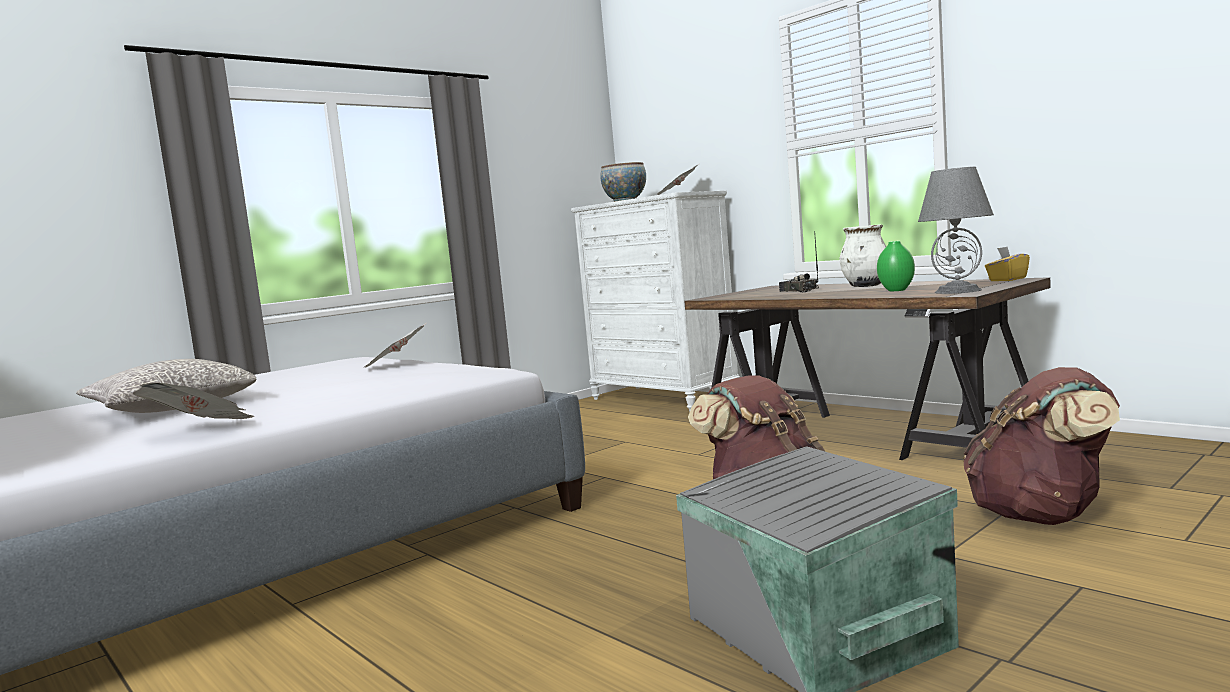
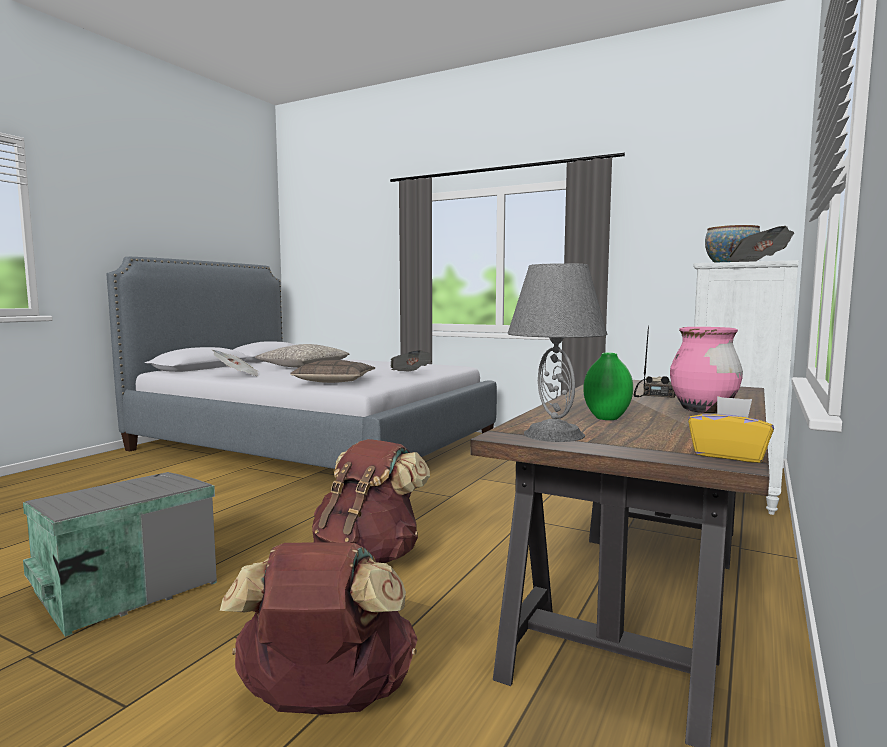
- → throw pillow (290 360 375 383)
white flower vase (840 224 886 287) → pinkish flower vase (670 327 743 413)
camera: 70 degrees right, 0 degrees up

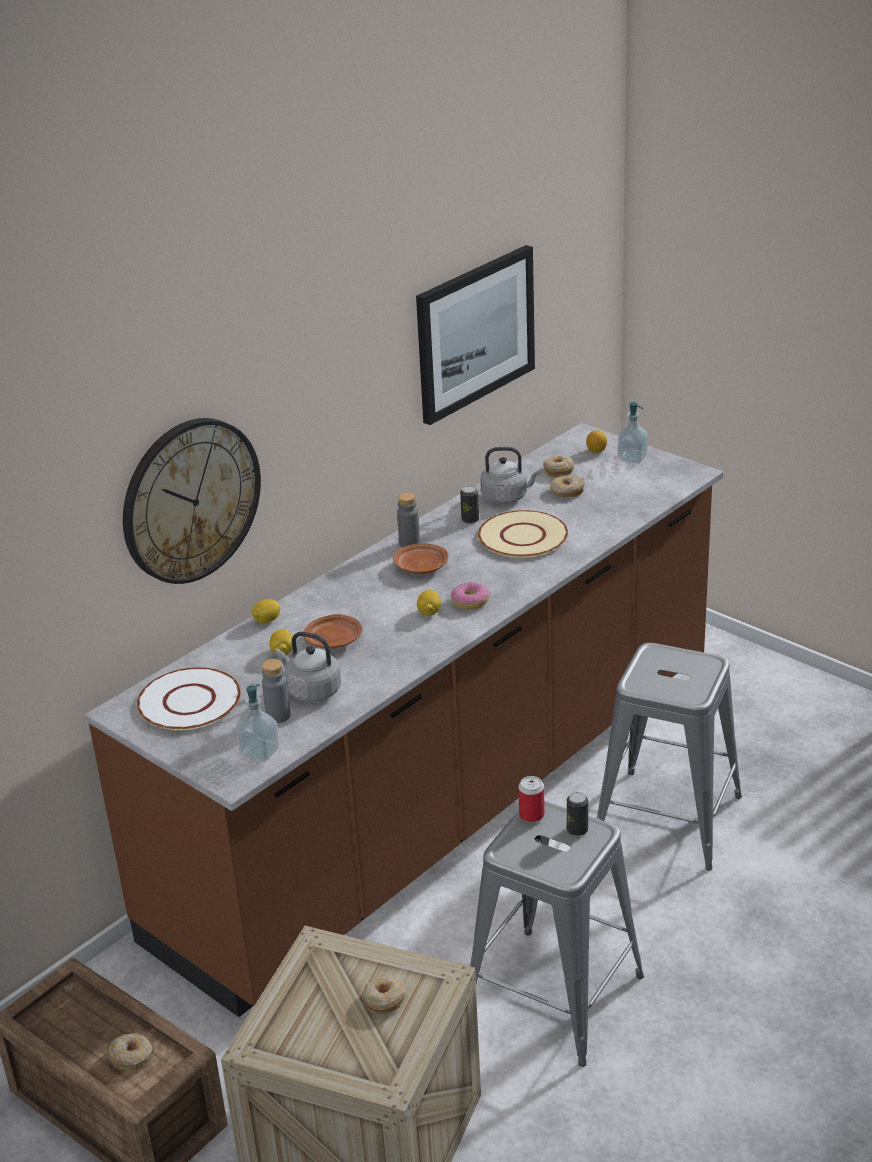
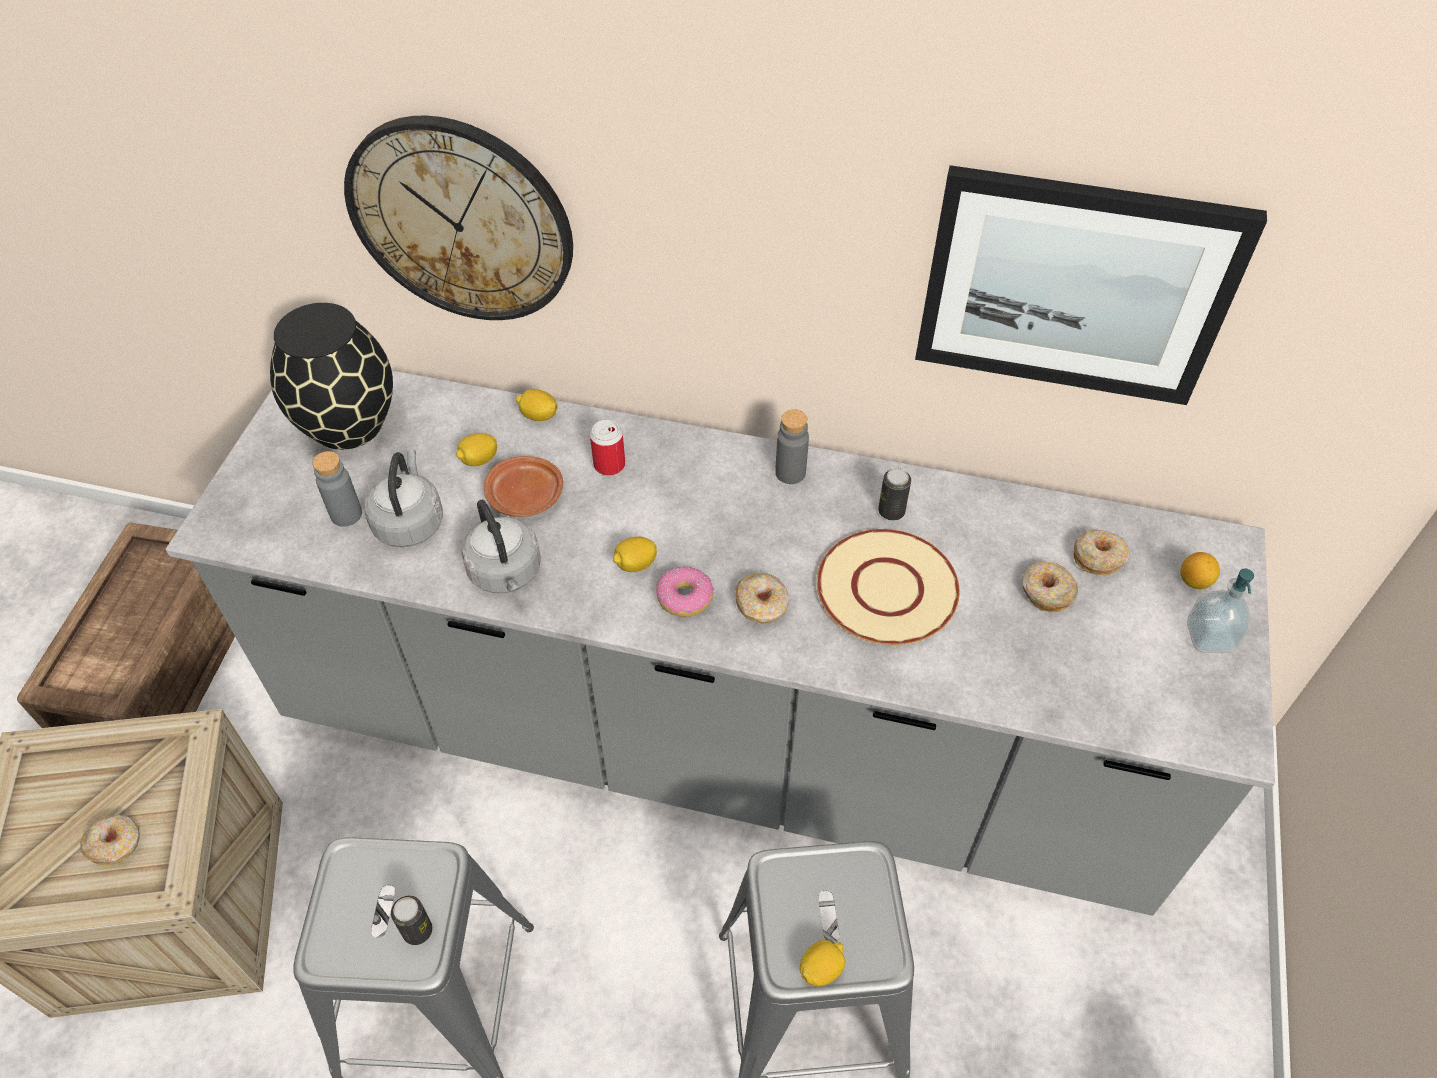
brown-coloured kitchen base unit (85 423 723 1017) → gray kitchen base unit (166 371 1275 916)
white plate (137 667 241 730) → black flower vase (270 303 393 450)
gray tea kettle (480 447 540 504) → gray tea kettle (461 500 541 593), relocated
metal can (518 776 545 822) → metal can (590 419 625 476), relocated
doughnut (107 1033 152 1071) → doughnut (735 572 789 623), relocated
- → citrus fruit (800 940 845 987)
liquid soap bottle (236 684 279 762) → -
brown-coloured plate (393 543 448 574) → -
camera: 60 degrees right, 20 degrees up

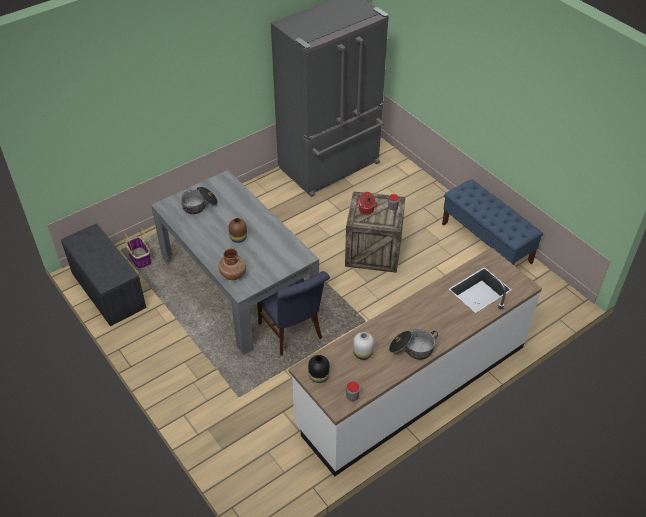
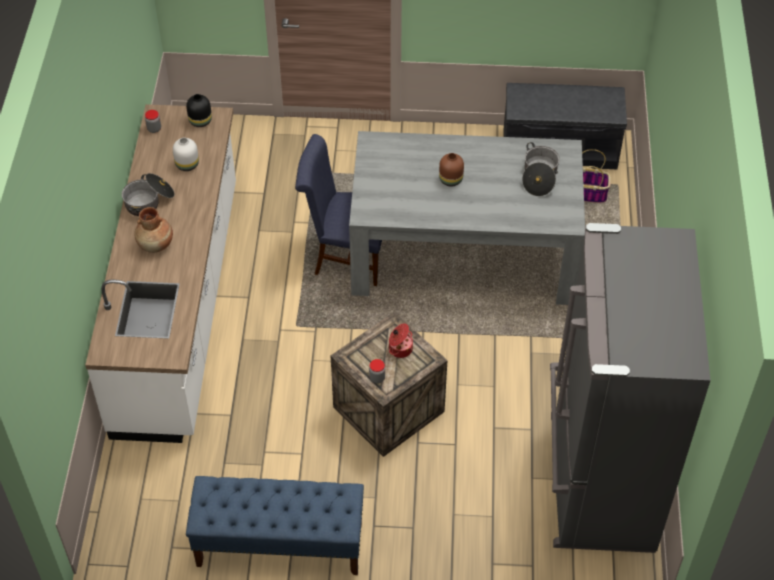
brown-coloured flower vase (219 248 246 280) → brown-coloured flower vase (134 207 173 253), relocated
camera: 130 degrees right, 5 degrees up

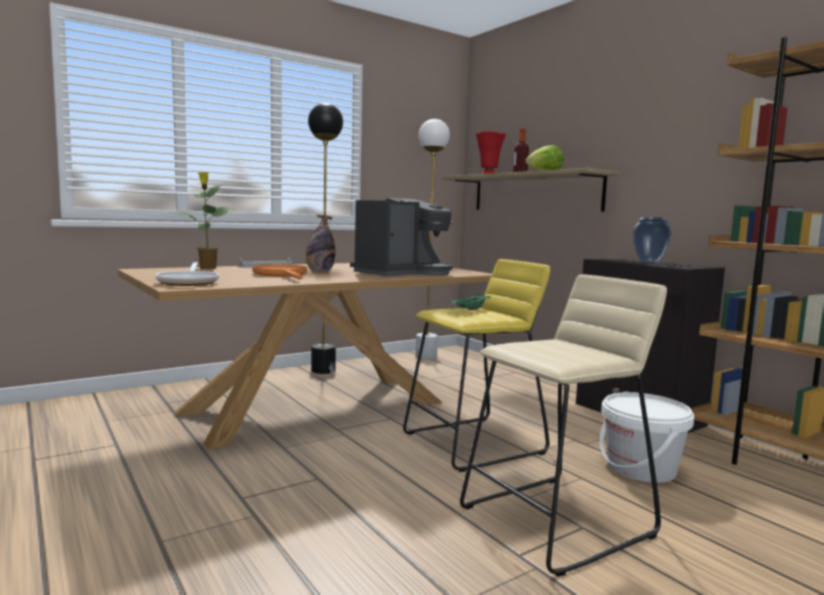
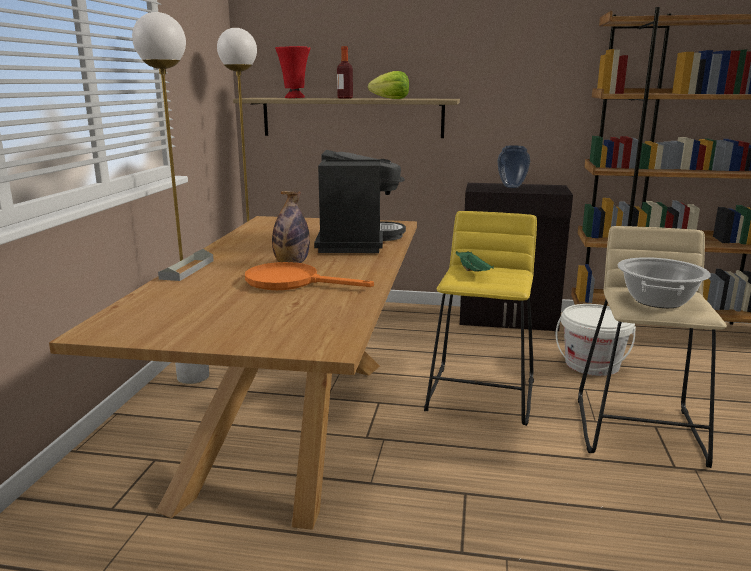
black standing lamp (308 103 343 374) → white standing lamp (132 12 209 384)
- → cooking pot (618 257 711 308)
pan (155 262 219 286) → -
houseplant (178 172 232 269) → -
camera: 45 degrees left, 10 degrees up

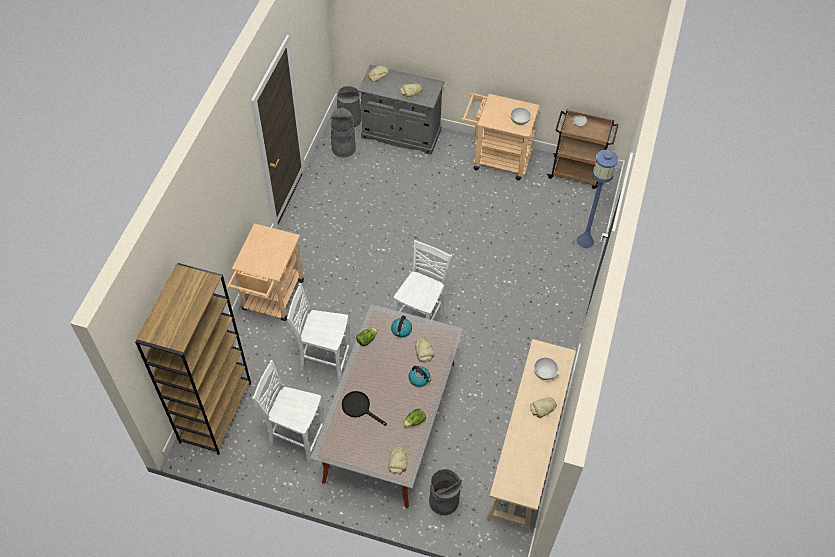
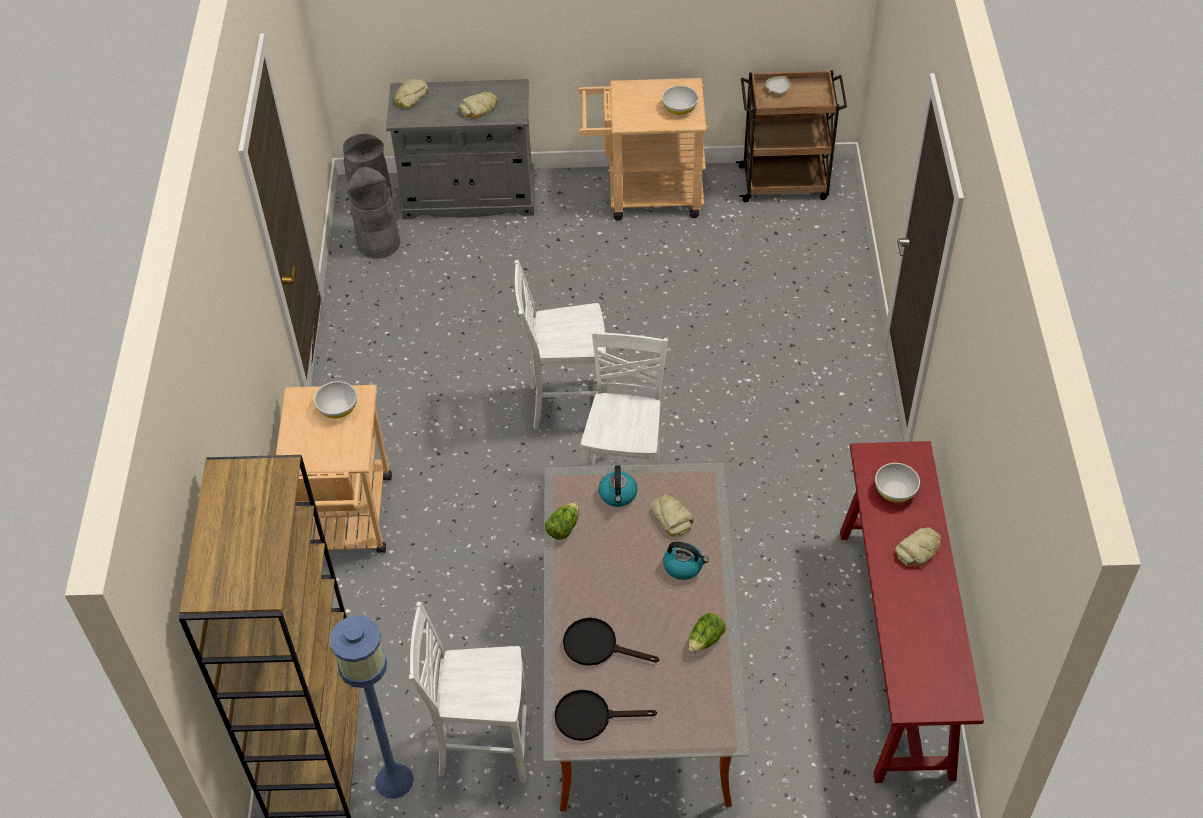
- → white deep dish (314 381 357 419)
blue-coloured standing lamp (577 150 618 248) → blue-coloured standing lamp (329 615 414 799), relocated
white chair (287 283 351 382) → white chair (515 260 607 429), relocated
- → black pan (555 690 657 741)
beige-coloured narrow table (486 339 576 533) → red narrow table (840 441 984 783)
bread (388 447 407 474) → -
gray rubbish bin (429 469 462 515) → -
camera: 15 degrees left, 5 degrees down

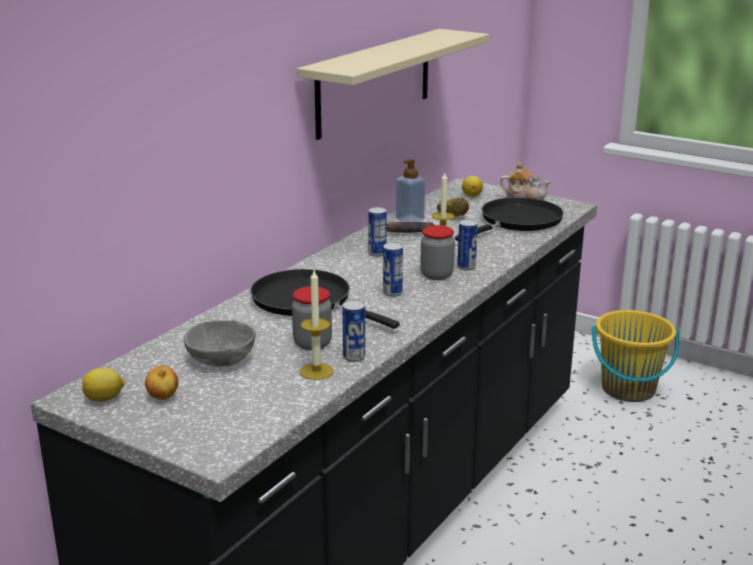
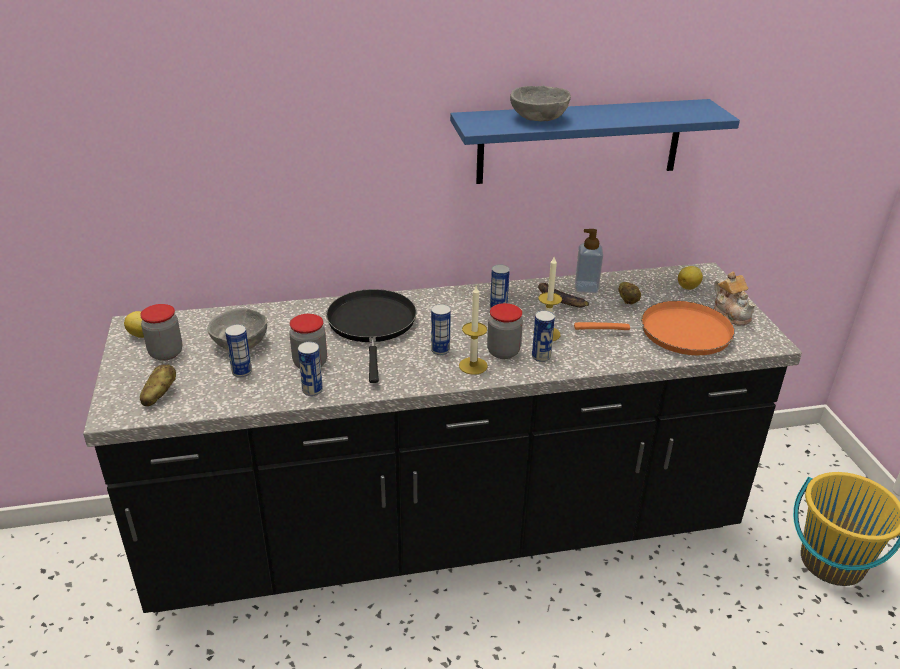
whole apple (145 365 178 400) → preserve jar (140 304 183 361)
- → whole potato (140 364 176 406)
- → metal can (225 324 252 378)
beige-coloured shelf (297 29 489 140) → blue-coloured shelf (450 99 740 184)
candle (300 270 334 380) → candle (459 285 488 375), relocated
- → gray deep dish (510 86 571 121)
black pan (455 197 564 241) → orange pan (574 301 735 355)
camera: 45 degrees right, 10 degrees up

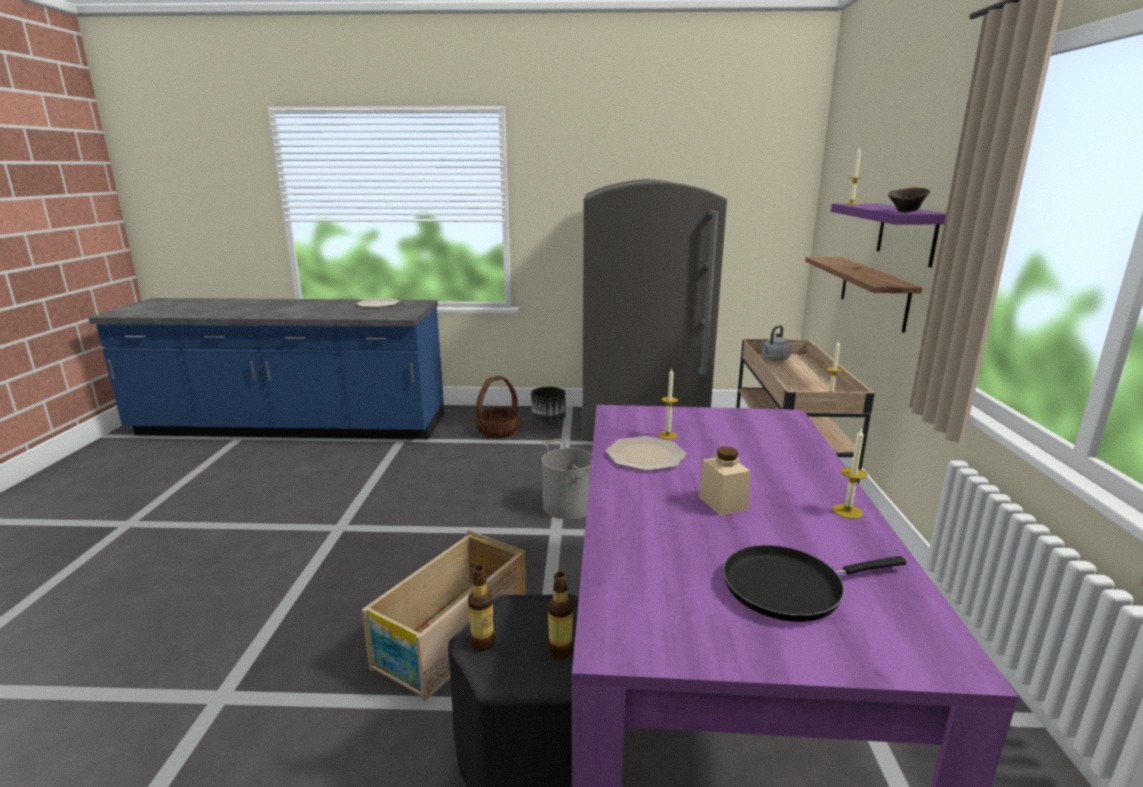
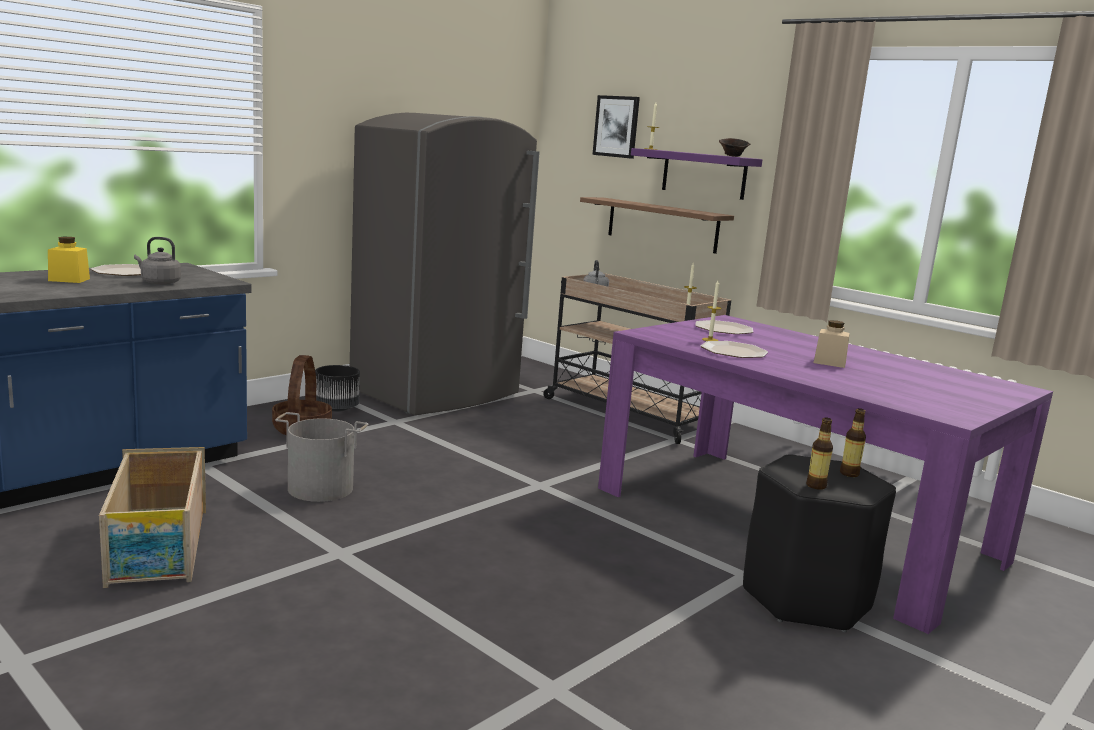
- → yellow-coloured preserve jar (48 237 90 283)
shipping crate (361 530 527 701) → shipping crate (99 447 206 588), relocated
- → gray tea kettle (134 237 181 285)
gray water bucket (542 439 592 519) → gray water bucket (275 412 368 502), relocated
- → wall picture (592 95 640 159)
- → plate (695 320 753 334)
black pan (723 545 906 622) → -
candle (833 427 867 519) → -
camera: 50 degrees left, 5 degrees down

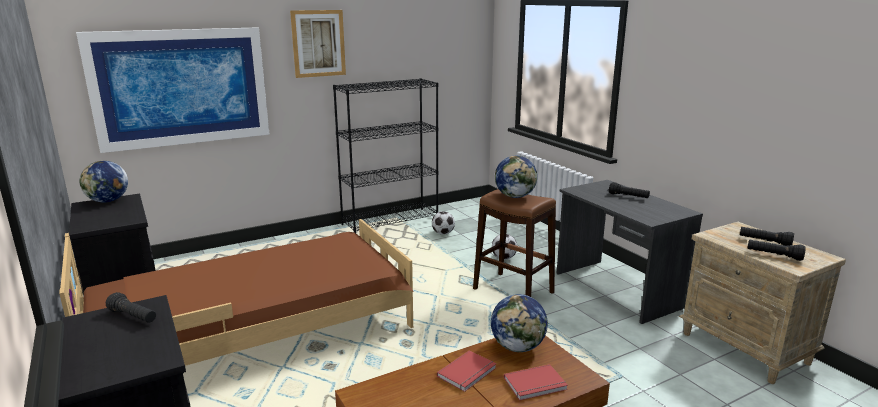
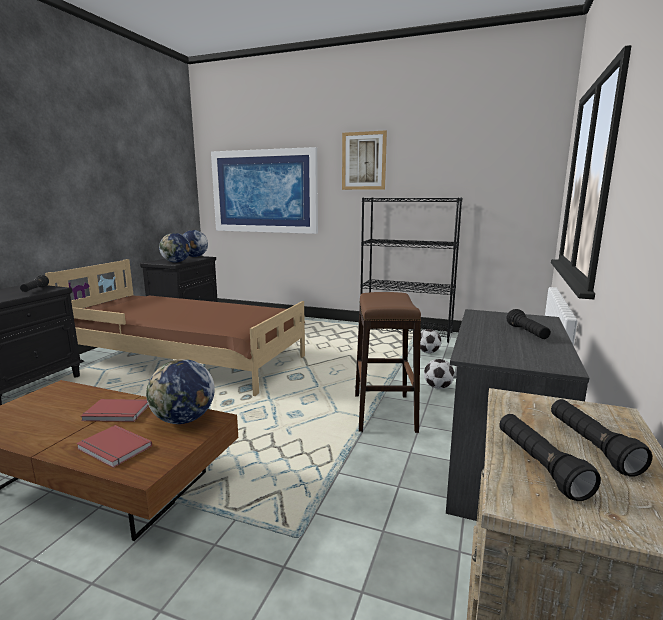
desk globe (495 156 537 198) → desk globe (159 233 191 263), relocated
camera: 50 degrees right, 5 degrees down

